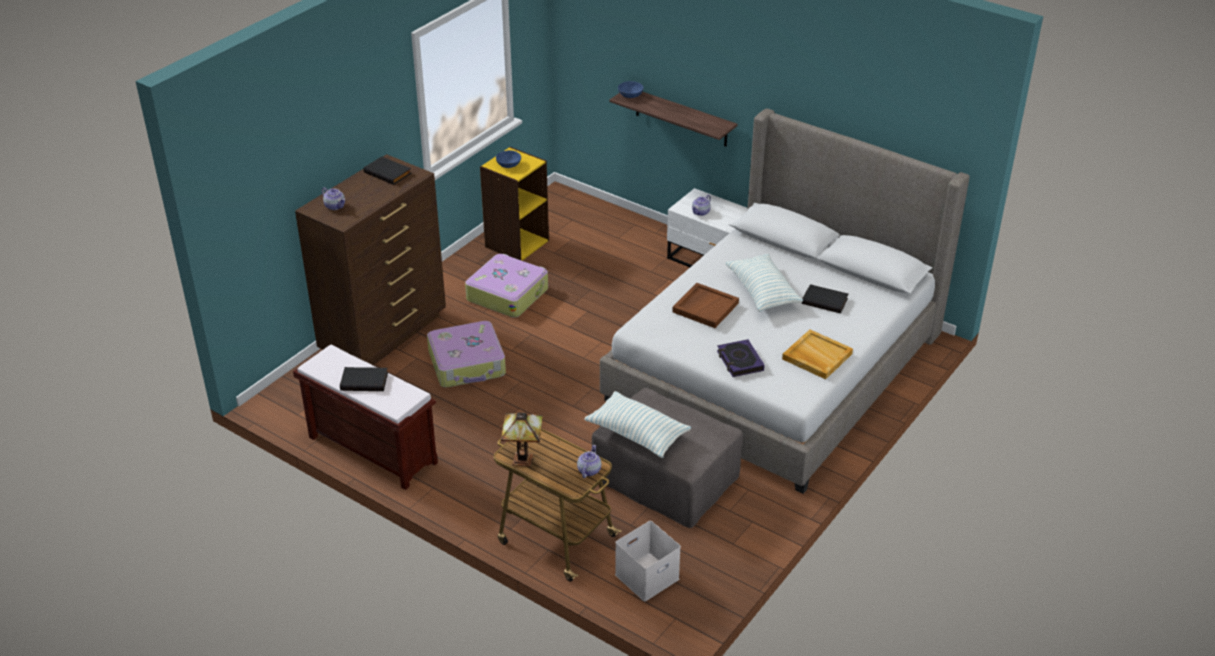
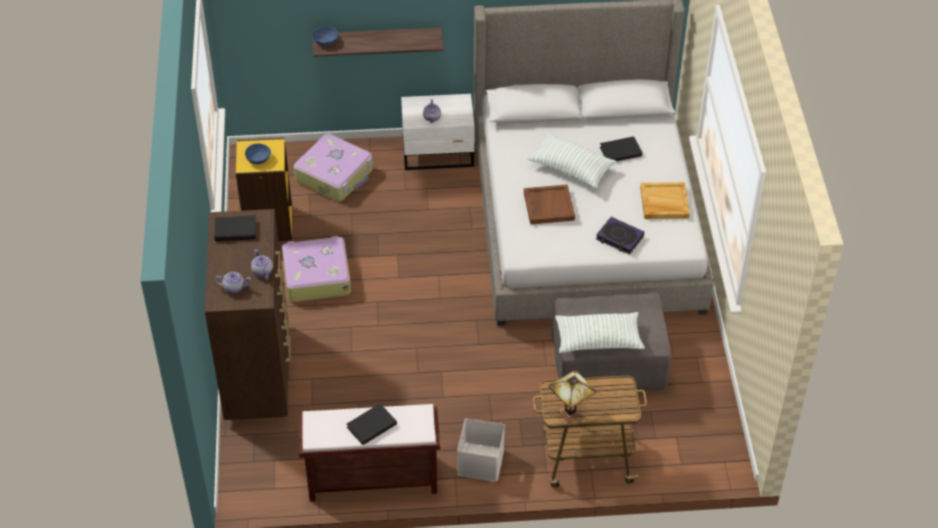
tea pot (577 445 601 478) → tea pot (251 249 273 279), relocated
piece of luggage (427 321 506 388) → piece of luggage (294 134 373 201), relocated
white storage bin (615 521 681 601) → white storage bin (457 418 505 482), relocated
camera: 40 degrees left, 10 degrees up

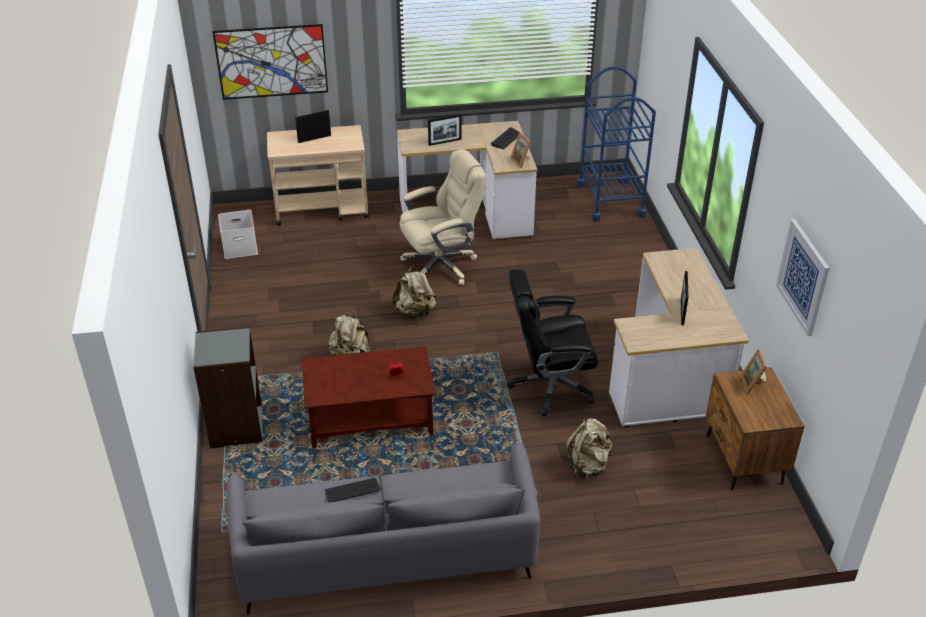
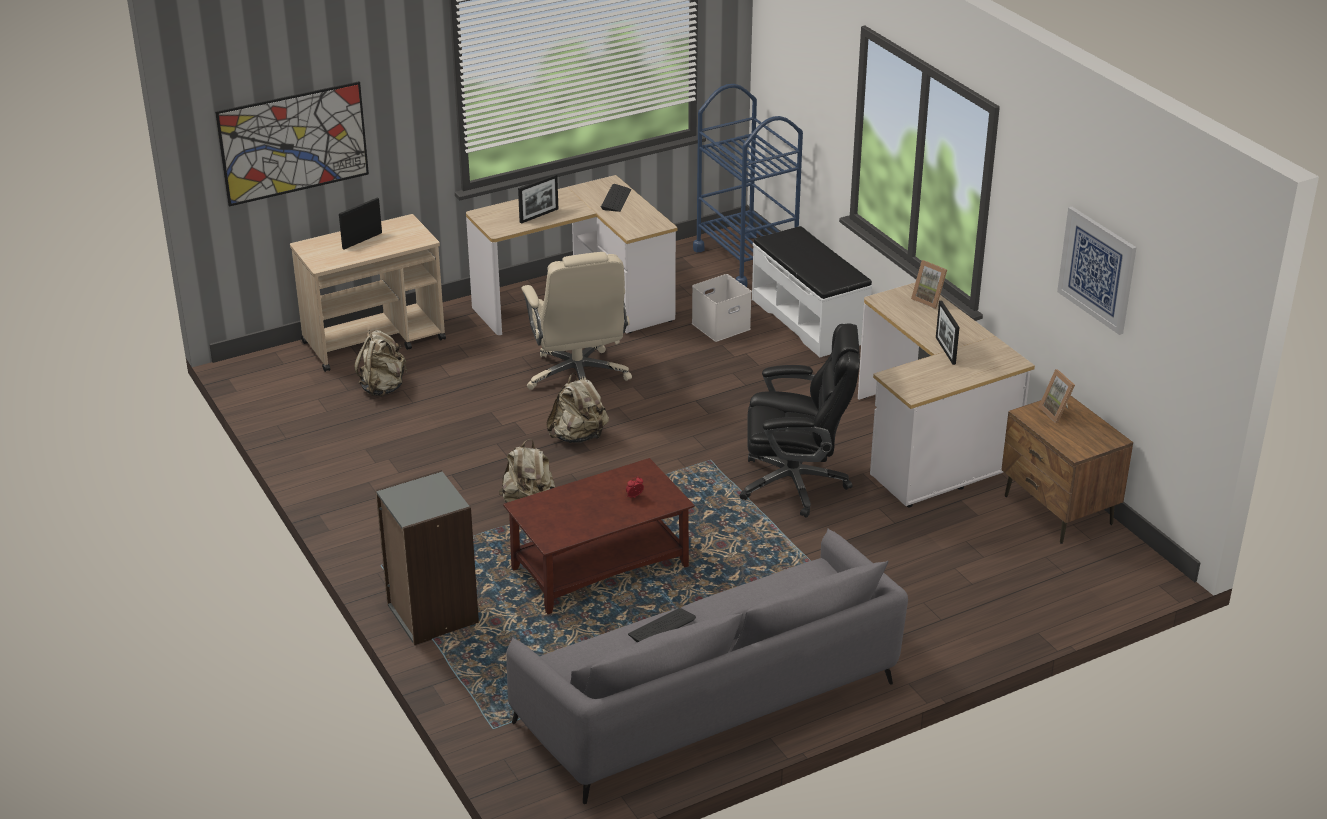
beige-coloured knapsack (566 418 613 479) → beige-coloured knapsack (354 330 407 397), relocated
beige-coloured desk chair (400 150 486 285) → beige-coloured desk chair (521 252 632 390), 120 degrees clockwise
white storage bin (218 210 258 259) → white storage bin (692 274 752 342), relocated
black desk chair (507 269 598 417) → black desk chair (740 324 860 518), 150 degrees counterclockwise
- → white bench (752 226 872 358)
photo frame (510 133 531 168) → photo frame (911 260 947 309), relocated
camera: 20 degrees left, 5 degrees down

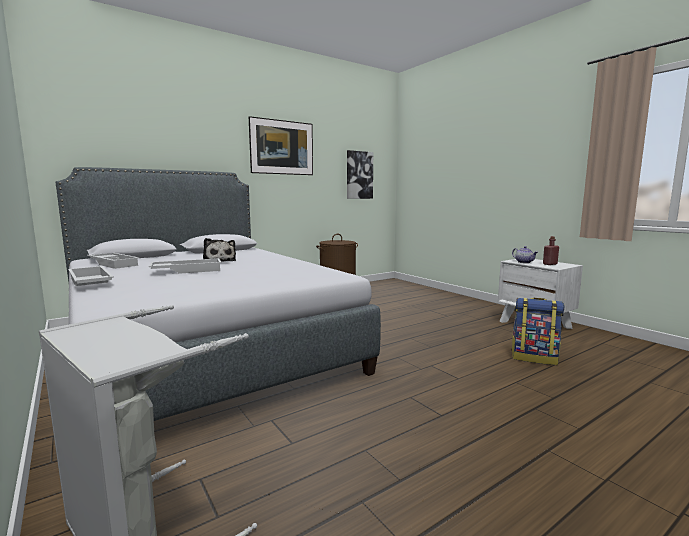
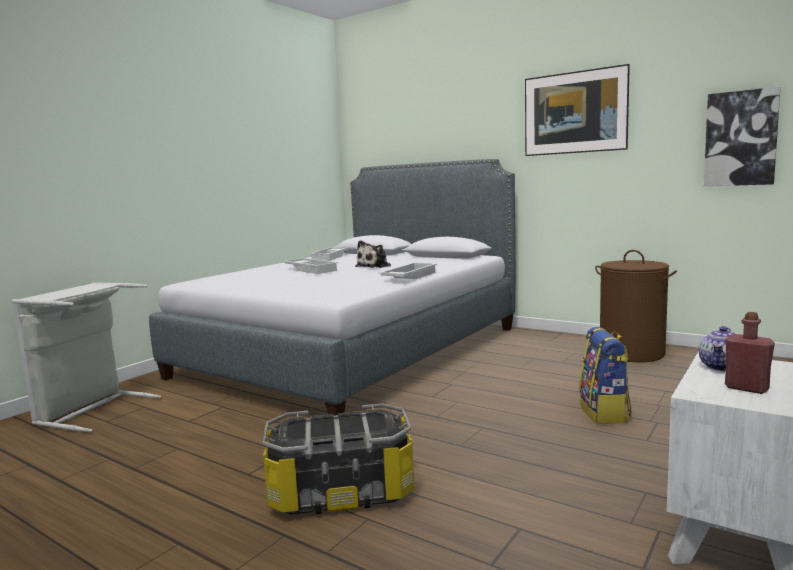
- → storage bin (262 403 414 515)
white tray (68 266 114 286) → white tray (379 263 437 279), relocated
knapsack (512 298 564 365) → knapsack (579 327 632 424), relocated
camera: 70 degrees right, 0 degrees up

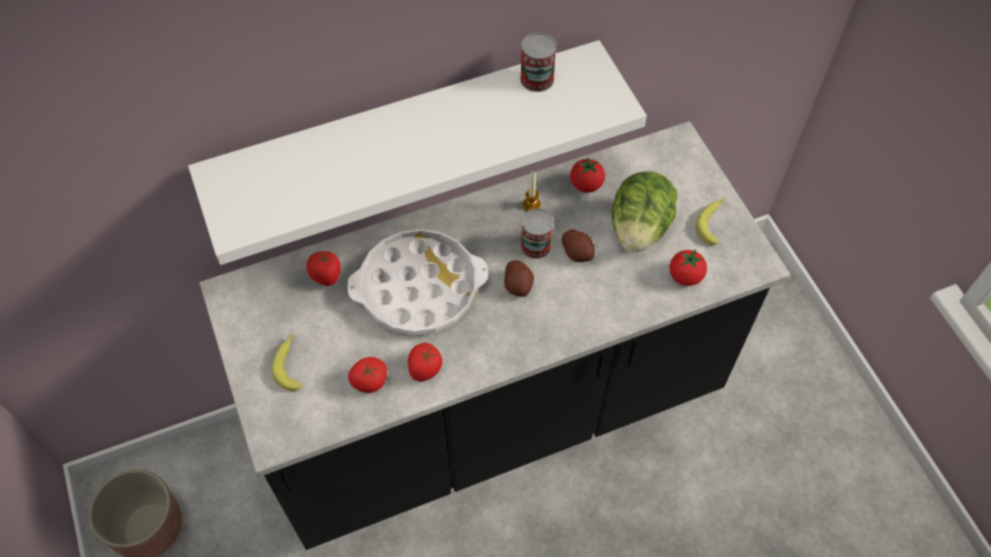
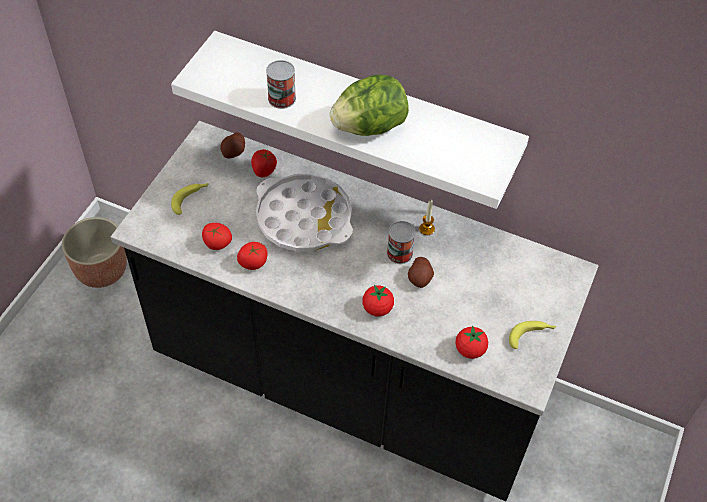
whole potato (504 260 534 297) → whole potato (220 132 245 158), relocated
metal can (520 32 557 92) → metal can (266 60 296 109), relocated
lettuce head (611 171 677 253) → lettuce head (330 74 409 136), relocated
fresh tomato (570 157 605 193) → fresh tomato (362 285 394 317), relocated
camera: 45 degrees right, 5 degrees down

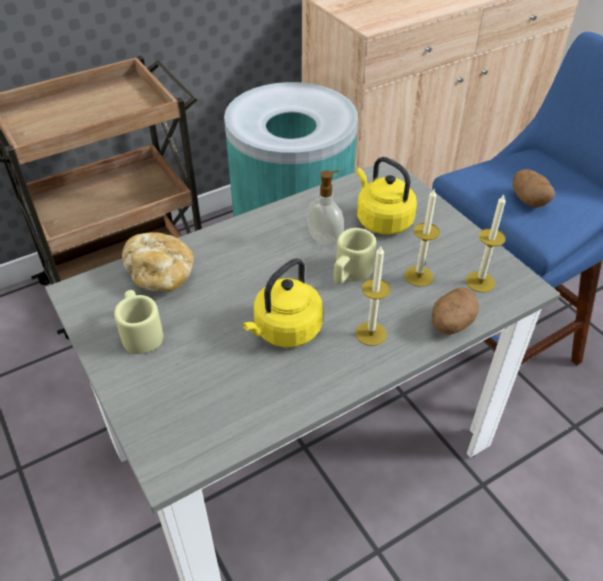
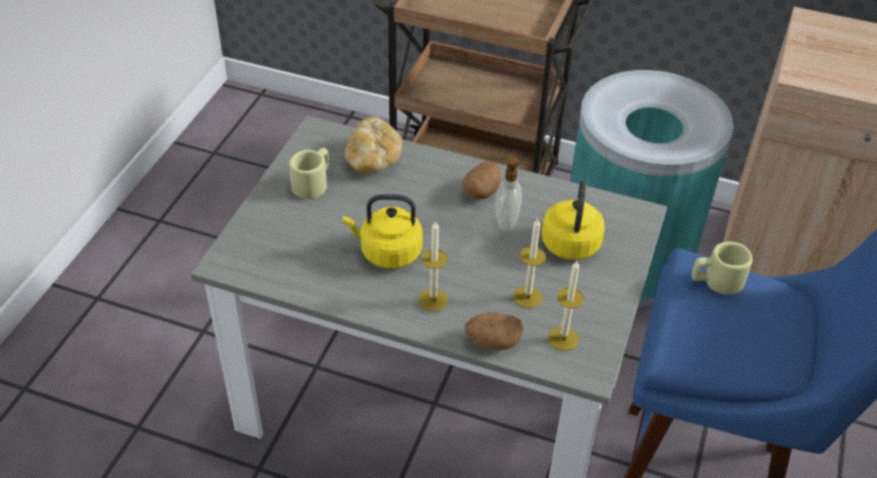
whole potato (513 169 555 208) → whole potato (462 161 501 200), relocated
beige-coloured coffee mug (334 228 376 284) → beige-coloured coffee mug (692 242 753 295), relocated
camera: 50 degrees right, 0 degrees up

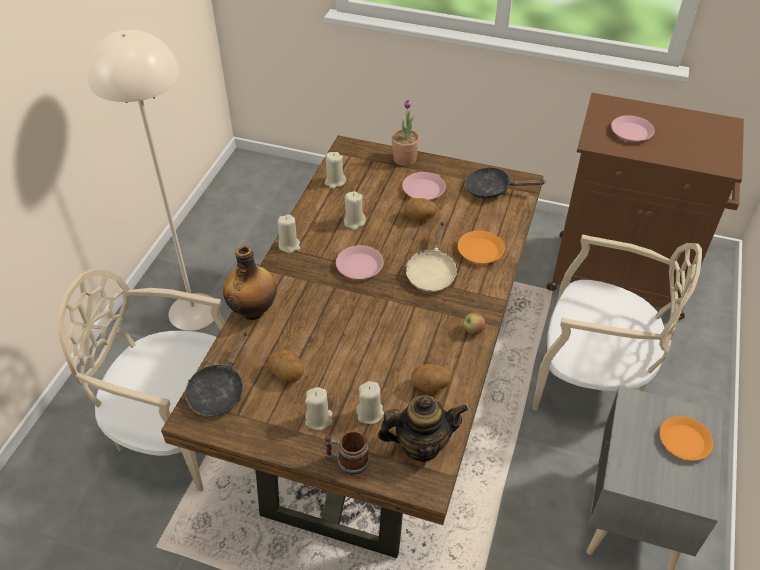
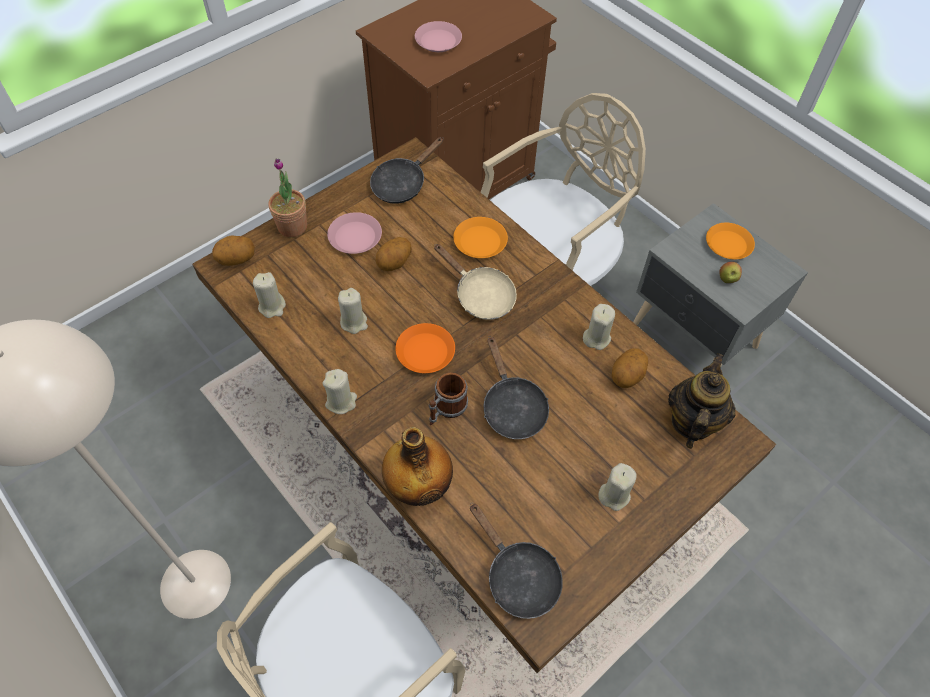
whole potato (268 349 304 382) → whole potato (212 235 255 266), relocated
pinkish plate (336 245 383 279) → orange plate (395 323 455 373)
coffee mug (325 430 370 474) → coffee mug (429 372 468 425), relocated
- → black pan (484 336 549 439)
beige-coloured candle (356 381 384 424) → beige-coloured candle (583 304 615 350), relocated
whole apple (463 313 485 335) → whole apple (719 262 742 283), relocated
camera: 60 degrees left, 10 degrees up

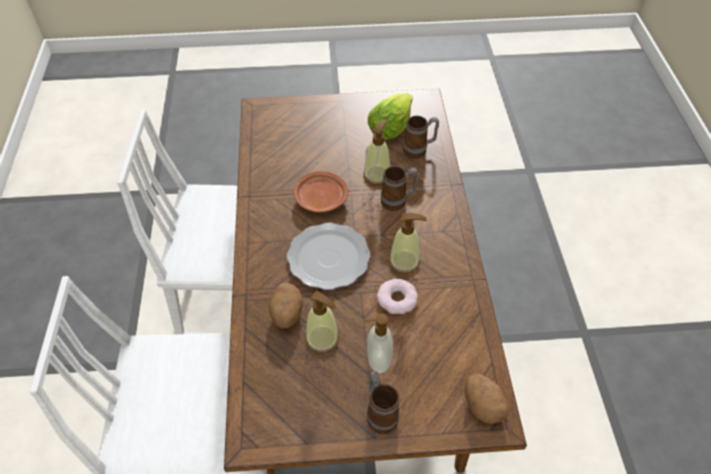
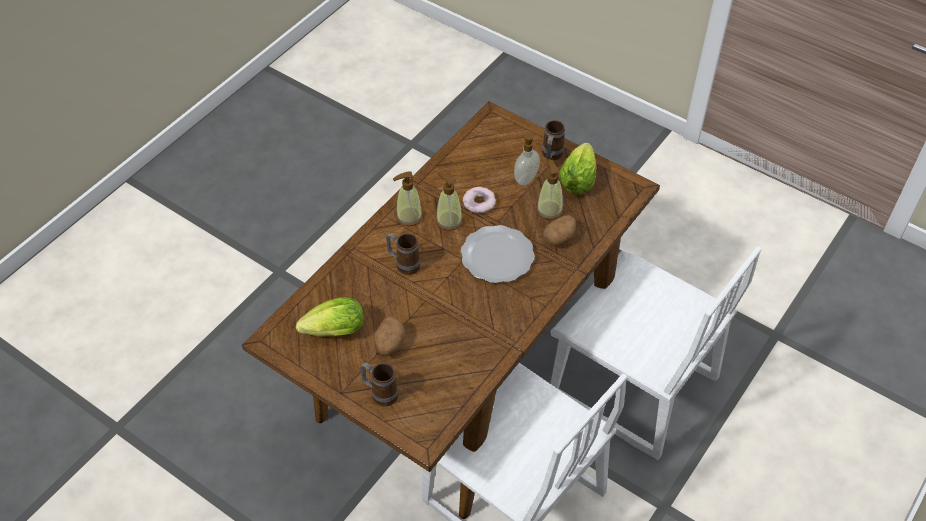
coffee mug (403 116 439 159) → coffee mug (360 362 398 406), relocated
whole potato (465 373 509 424) → whole potato (374 317 405 356), relocated
liquid soap bottle (363 120 390 185) → liquid soap bottle (393 171 423 226), relocated
- → lettuce head (558 143 596 194)
brown-coloured plate (294 171 349 213) → -
camera: 140 degrees left, 0 degrees up

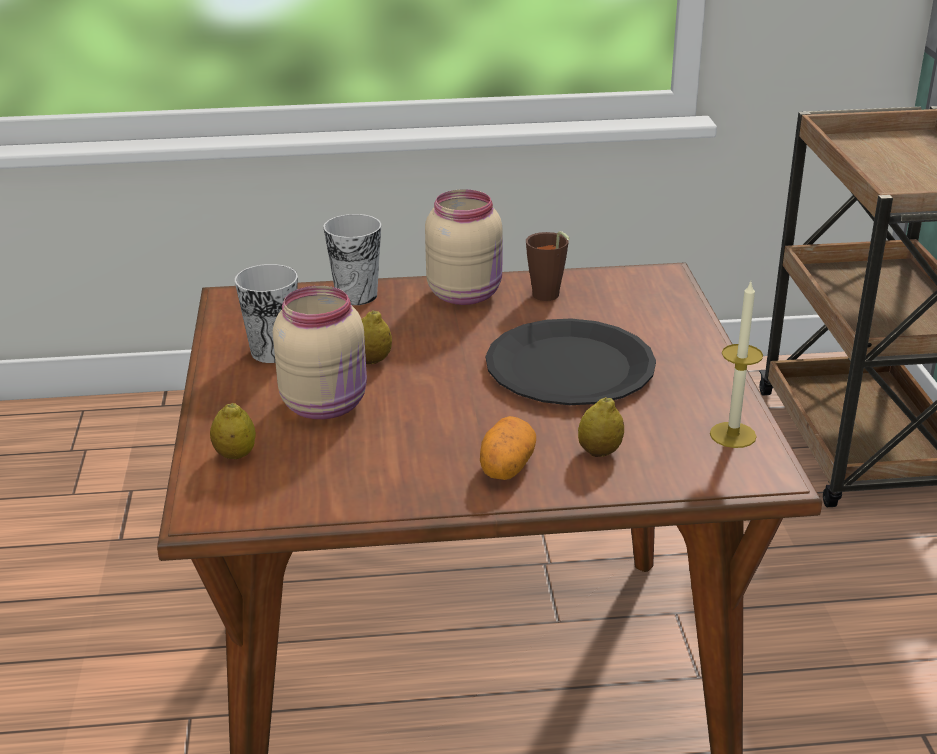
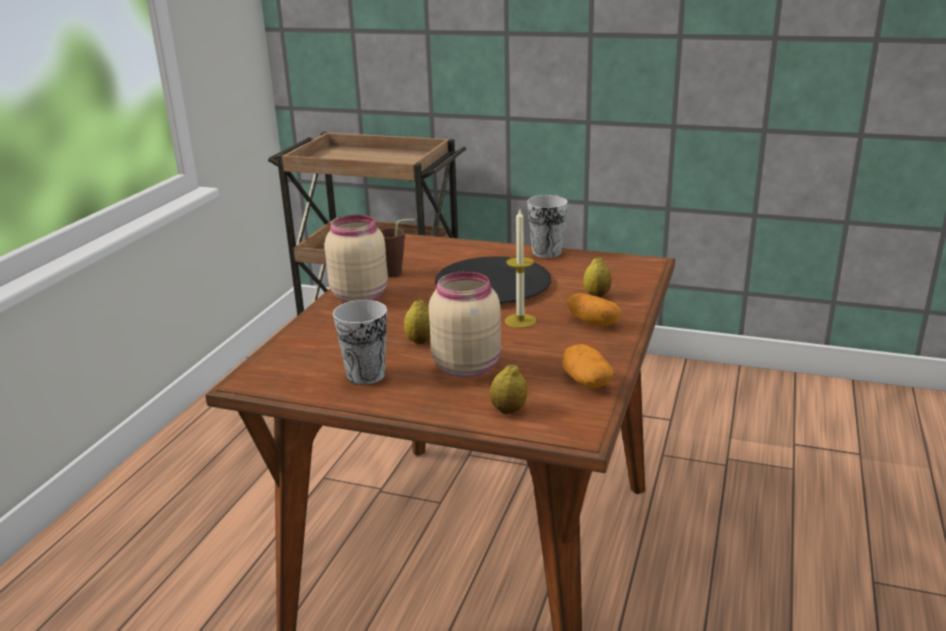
candle (710 282 763 448) → candle (505 208 536 328), relocated
small cup (323 214 381 305) → small cup (527 195 568 258), relocated
- → whole potato (561 344 613 388)
camera: 65 degrees left, 5 degrees down

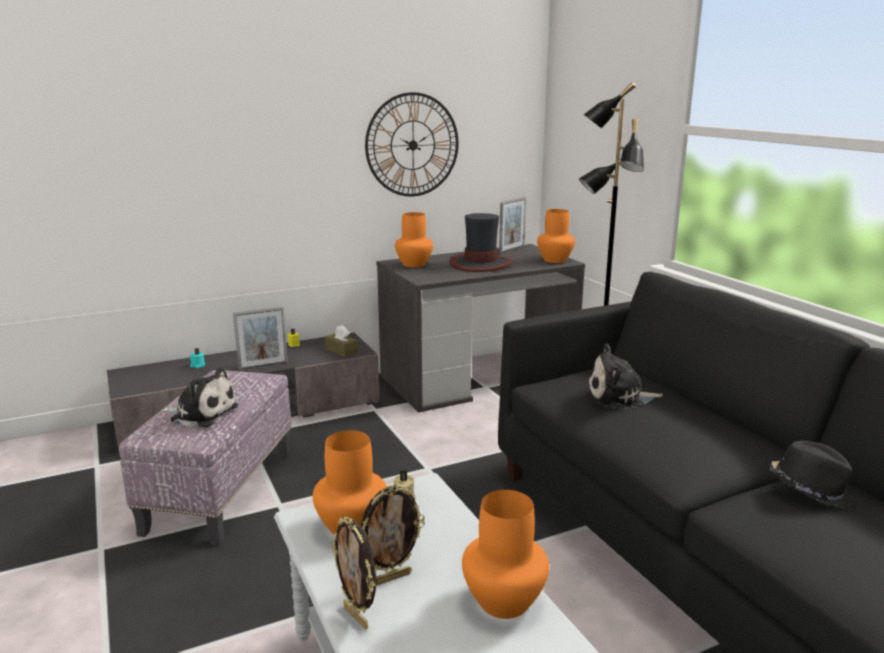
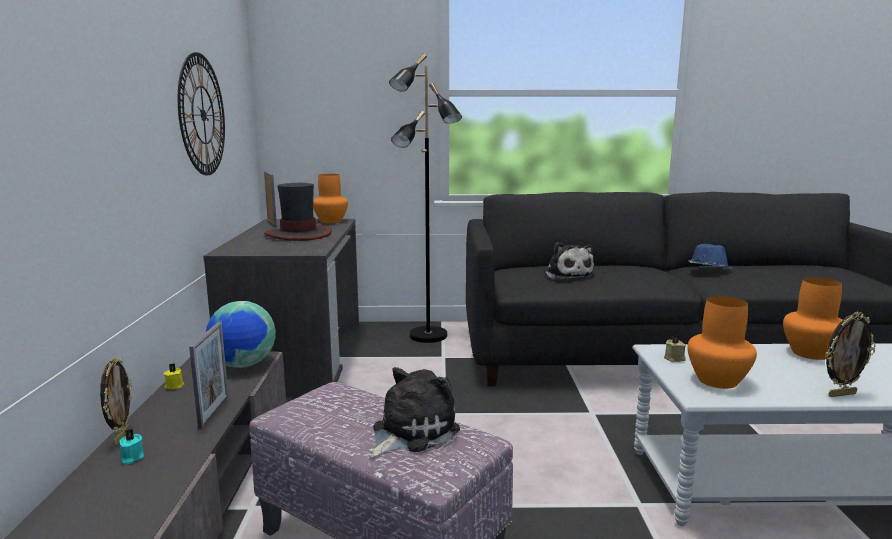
photo frame (361 485 425 586) → photo frame (100 357 132 445), relocated
brown-coloured box of tissues (325 325 358 357) → desk globe (206 301 276 368)
cuddly toy (587 343 663 409) → cuddly toy (544 242 594 280), 45 degrees counterclockwise
black clothing hat (769 441 856 508) → blue-coloured clothing hat (688 244 732 268)
orange flower vase (395 212 433 268) → -
camera: 65 degrees left, 5 degrees down

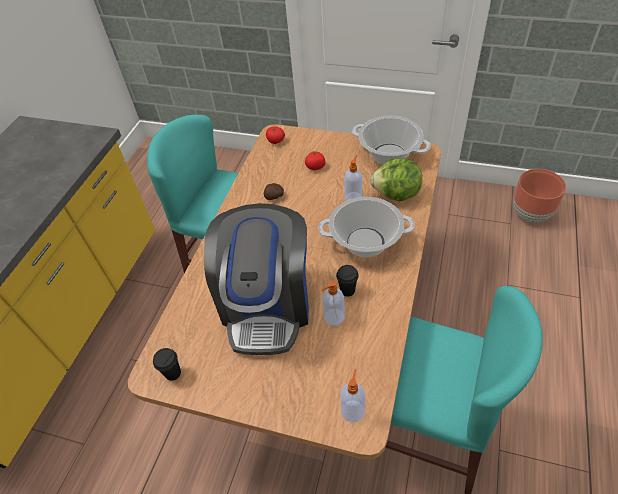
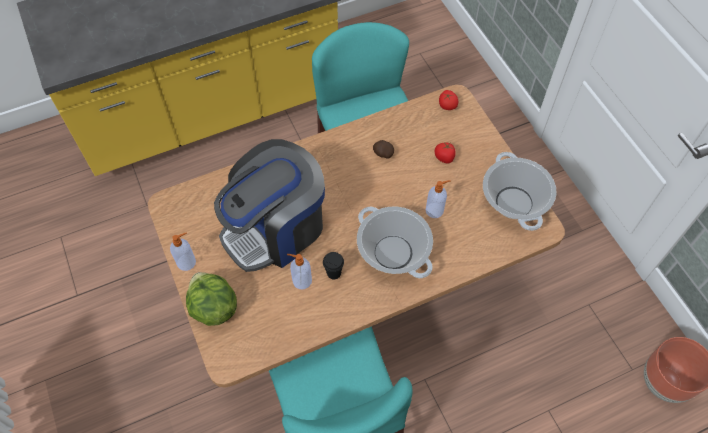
liquid soap bottle (341 369 365 422) → liquid soap bottle (170 232 196 271), relocated
lettuce head (370 158 422 201) → lettuce head (186 272 237 326), relocated
black small cup (153 348 181 381) → -
camera: 45 degrees right, 10 degrees up

